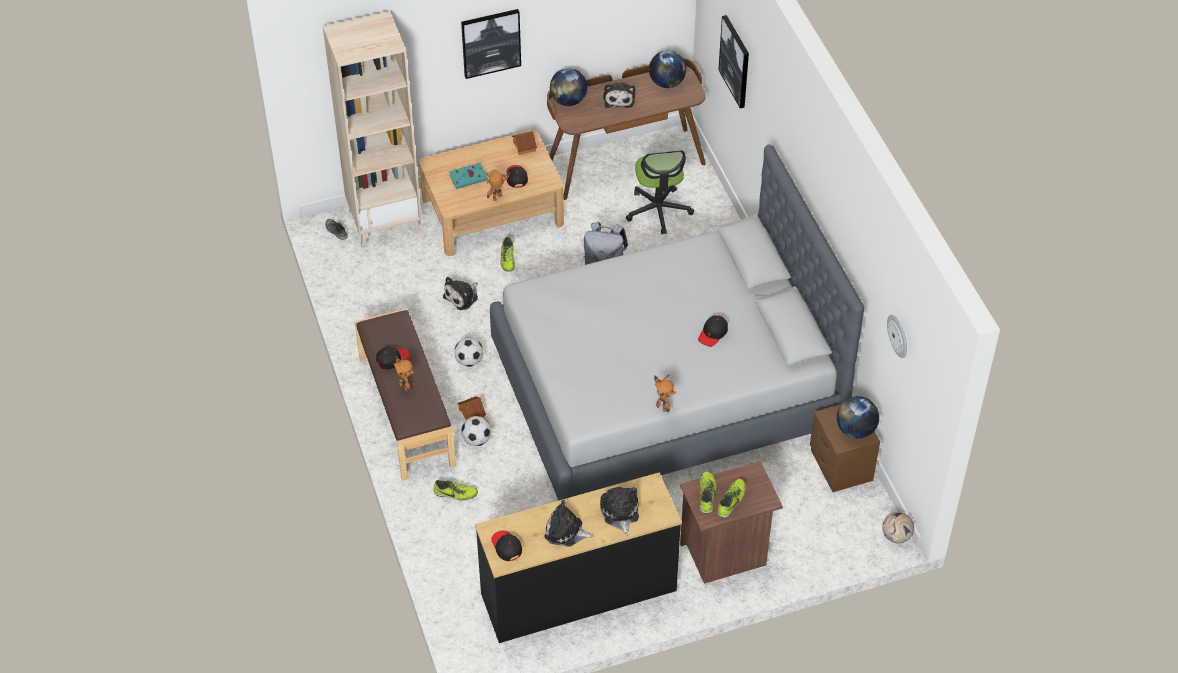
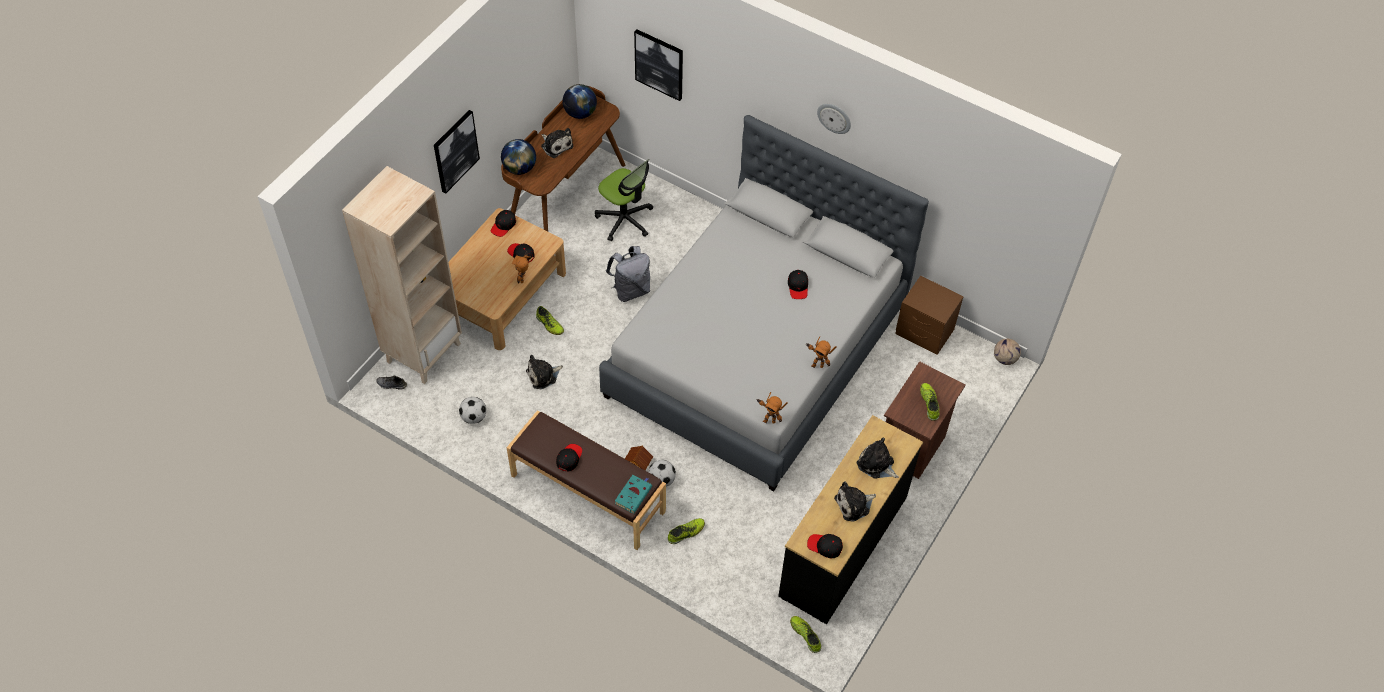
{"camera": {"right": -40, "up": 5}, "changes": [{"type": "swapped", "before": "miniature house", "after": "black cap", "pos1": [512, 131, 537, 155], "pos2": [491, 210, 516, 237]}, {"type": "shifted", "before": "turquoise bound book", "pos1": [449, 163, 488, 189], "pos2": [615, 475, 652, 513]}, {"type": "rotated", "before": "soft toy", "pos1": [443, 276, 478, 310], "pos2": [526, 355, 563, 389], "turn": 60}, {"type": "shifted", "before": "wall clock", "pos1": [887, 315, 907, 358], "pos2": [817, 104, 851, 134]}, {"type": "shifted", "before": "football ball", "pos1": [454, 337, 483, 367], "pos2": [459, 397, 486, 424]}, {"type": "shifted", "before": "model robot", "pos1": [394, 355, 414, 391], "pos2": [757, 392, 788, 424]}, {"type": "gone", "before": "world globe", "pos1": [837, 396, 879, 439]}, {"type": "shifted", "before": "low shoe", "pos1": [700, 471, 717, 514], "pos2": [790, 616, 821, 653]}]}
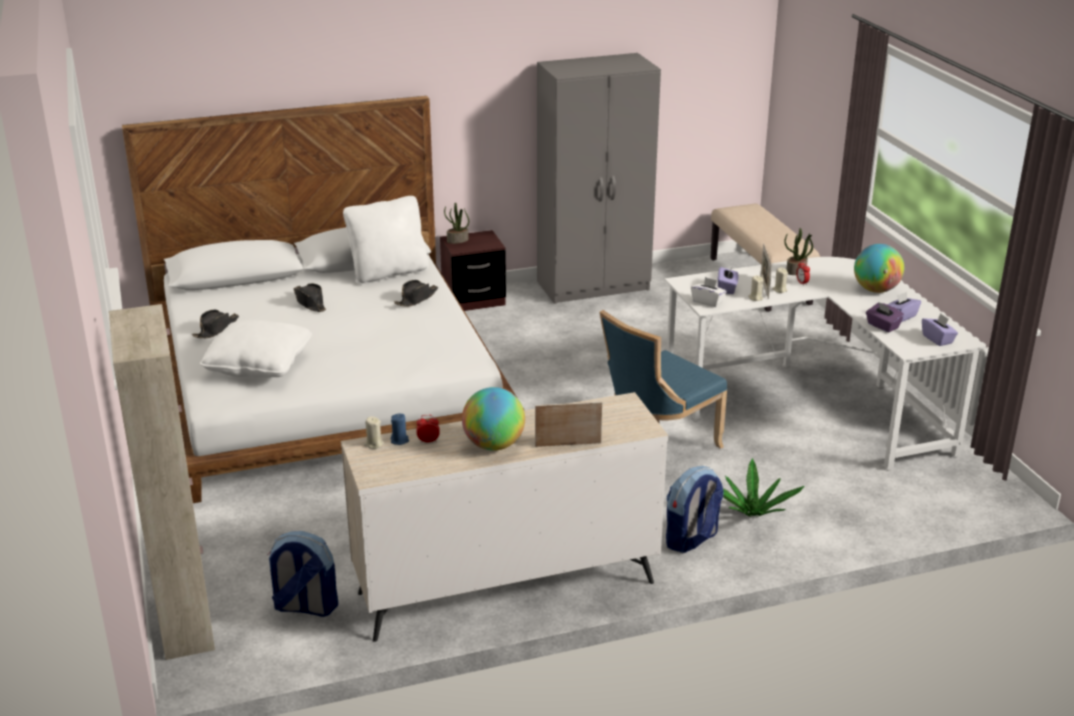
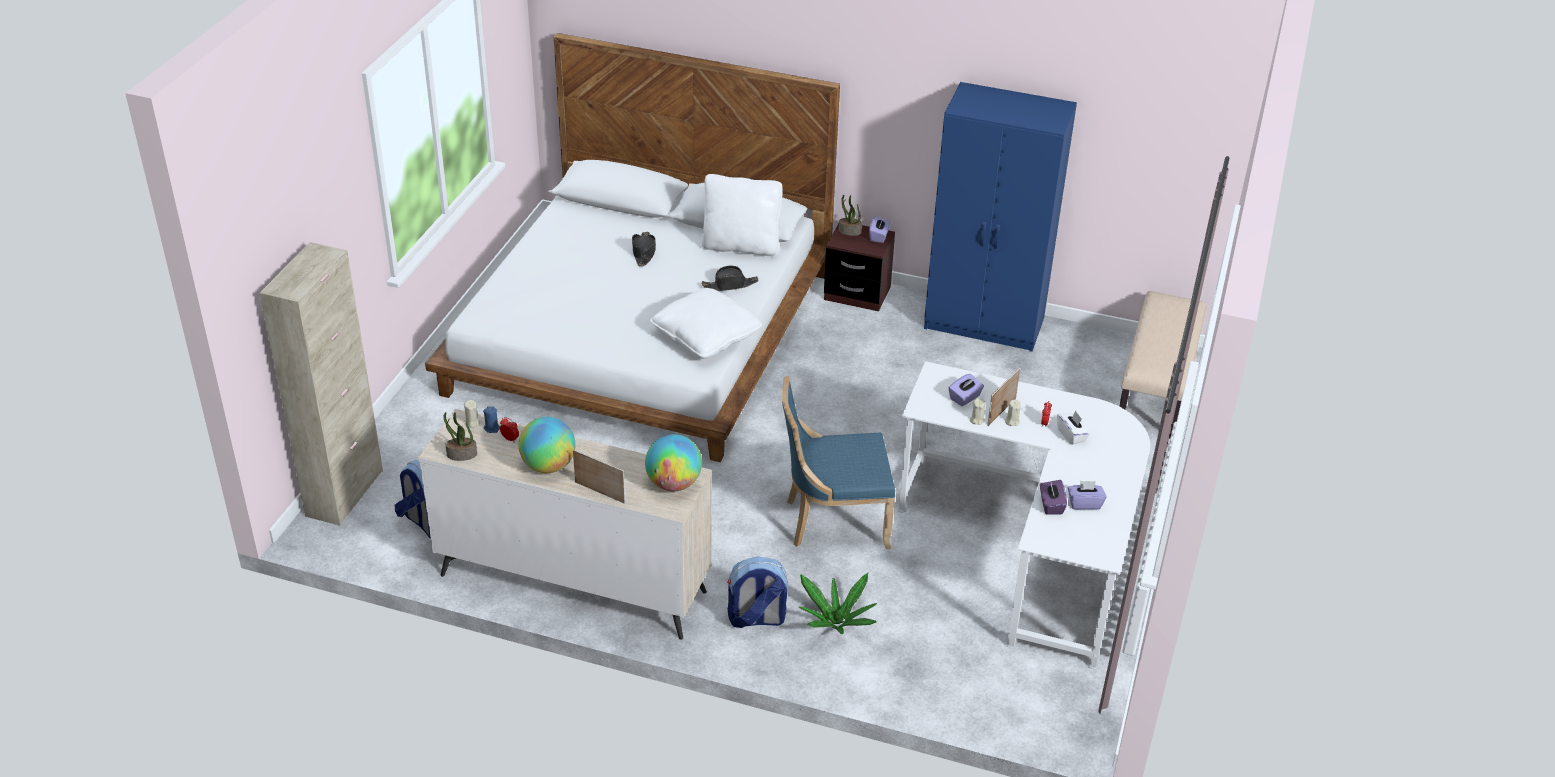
{"camera": {"right": 35, "up": 10}, "changes": [{"type": "repainted", "before": "greyish clothes cupboard", "after": "bluish clothes cupboard", "pos1": [537, 53, 661, 304], "pos2": [924, 82, 1077, 352]}, {"type": "shifted", "before": "potted plant", "pos1": [784, 228, 813, 275], "pos2": [444, 412, 477, 461]}, {"type": "shifted", "before": "world globe", "pos1": [854, 244, 904, 293], "pos2": [645, 434, 702, 491]}, {"type": "shifted", "before": "white tissue box", "pos1": [691, 277, 727, 307], "pos2": [1057, 410, 1091, 445]}, {"type": "gone", "before": "black wearable hat", "pos1": [192, 309, 239, 338]}, {"type": "shifted", "before": "purple-coloured tissue box", "pos1": [922, 313, 958, 346], "pos2": [869, 216, 890, 243]}, {"type": "shifted", "before": "white cushion", "pos1": [200, 320, 312, 378], "pos2": [650, 288, 762, 359]}]}
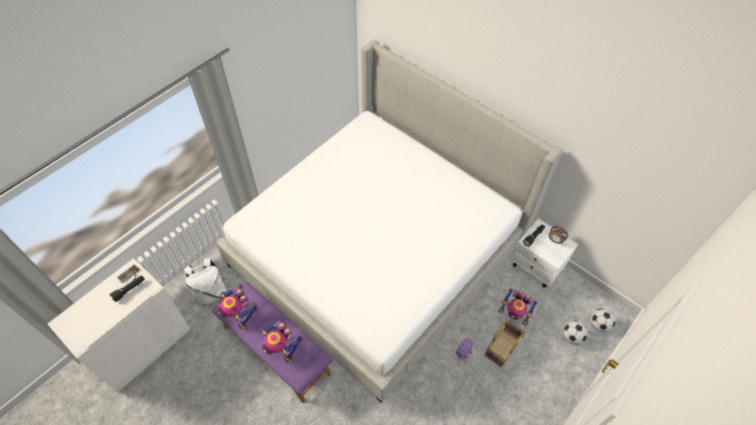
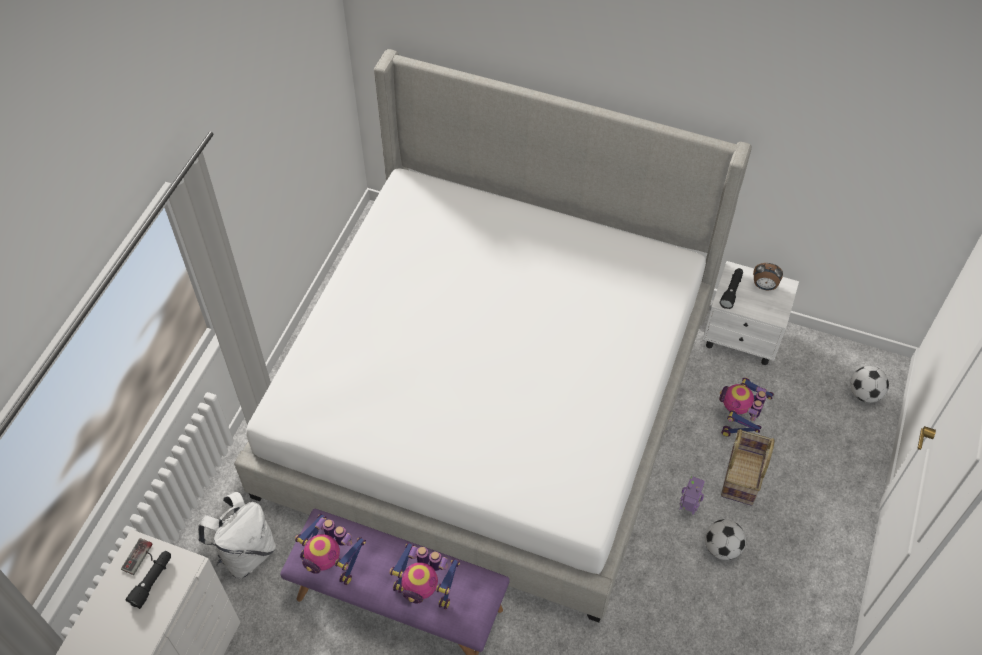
{"camera": {"right": -20, "up": 0}, "changes": [{"type": "rotated", "before": "model robot", "pos1": [498, 288, 537, 326], "pos2": [719, 377, 774, 437], "turn": 105}, {"type": "shifted", "before": "football ball", "pos1": [563, 321, 588, 345], "pos2": [705, 519, 746, 560]}]}
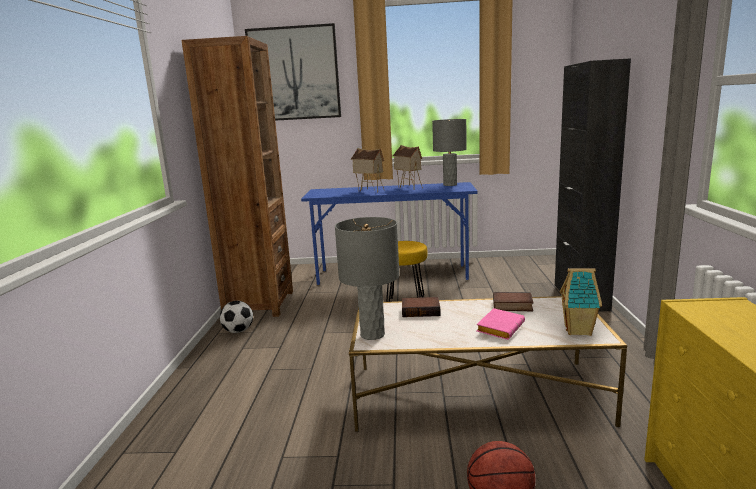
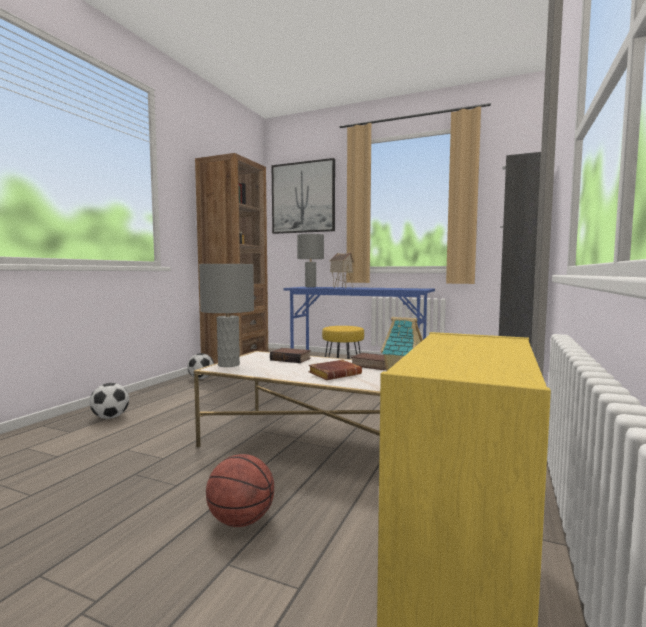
{"camera": {"right": 20, "up": -10}, "changes": [{"type": "shifted", "before": "greyish table lamp", "pos1": [432, 119, 467, 186], "pos2": [297, 234, 324, 287]}, {"type": "gone", "before": "miniature house", "pos1": [393, 145, 423, 188]}, {"type": "repainted", "before": "pink bound book", "after": "brown bound book", "pos1": [476, 308, 525, 340], "pos2": [309, 360, 362, 380]}, {"type": "new", "after": "football ball", "pos2": [90, 383, 129, 419]}]}
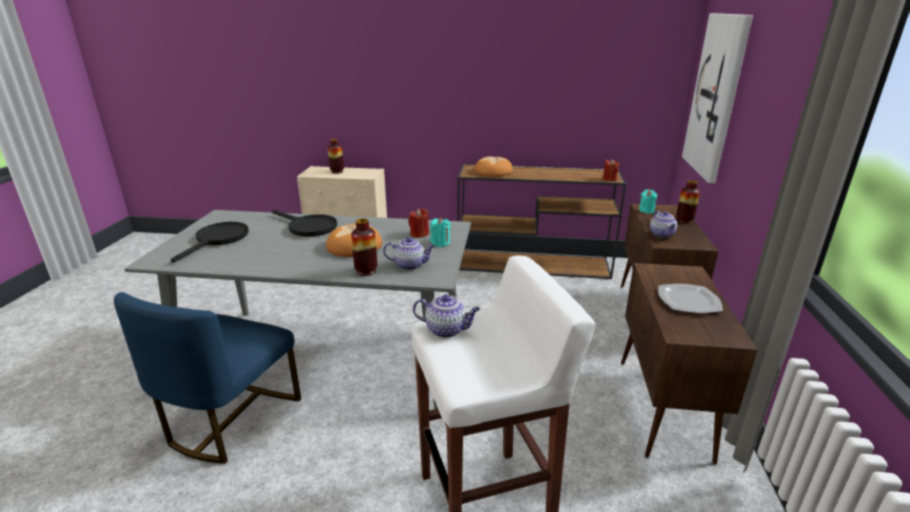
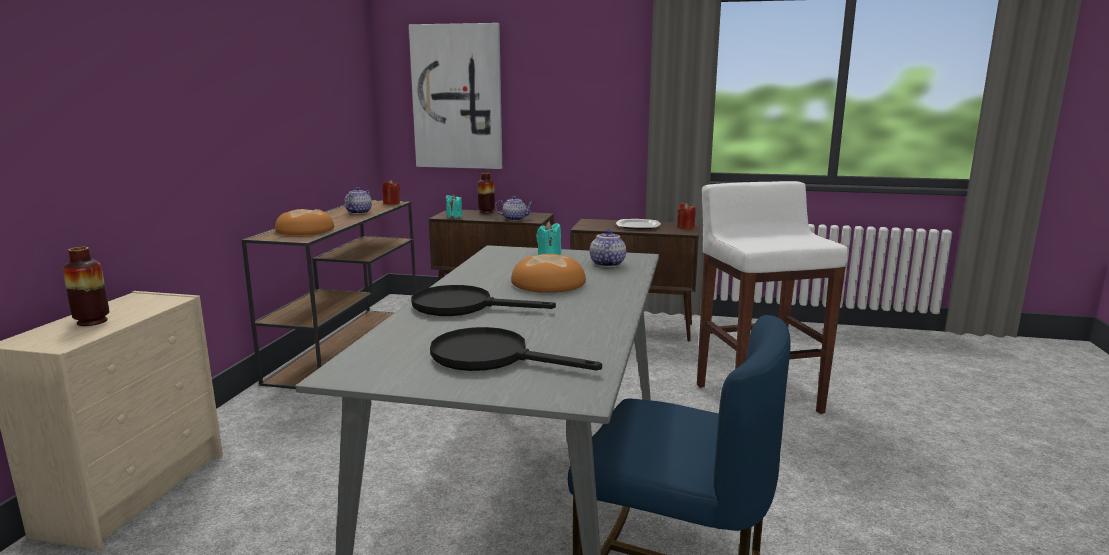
{"camera": {"right": -85, "up": -10}, "changes": [{"type": "shifted", "before": "red-coloured wax light", "pos1": [408, 209, 429, 238], "pos2": [677, 203, 696, 229]}, {"type": "rotated", "before": "black frying pan", "pos1": [272, 210, 337, 237], "pos2": [411, 285, 556, 316], "turn": -120}, {"type": "gone", "before": "decorative vase", "pos1": [351, 218, 378, 276]}, {"type": "shifted", "before": "teapot", "pos1": [413, 295, 480, 338], "pos2": [344, 187, 372, 214]}]}
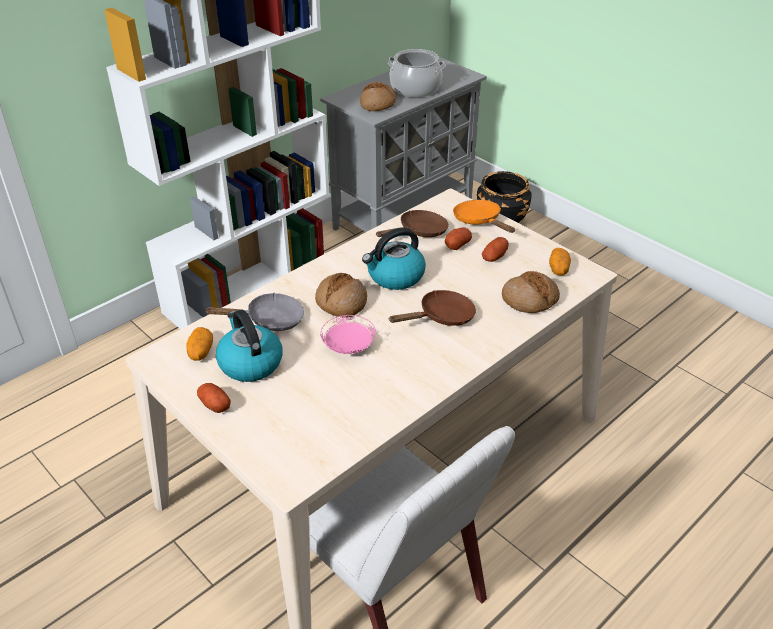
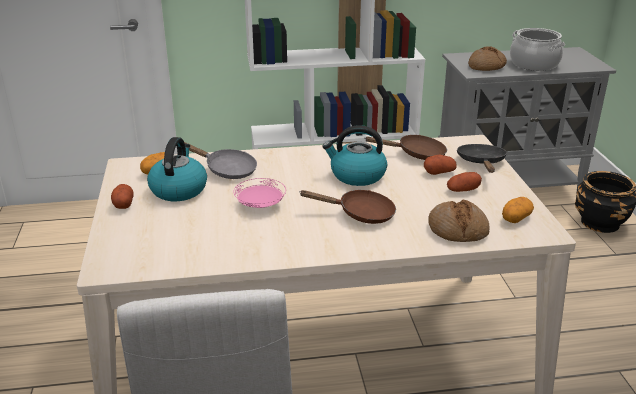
{"camera": {"right": 35, "up": -10}, "changes": [{"type": "repainted", "before": "orangey frying pan", "after": "black frying pan", "pos1": [453, 200, 515, 233], "pos2": [457, 144, 508, 173]}, {"type": "gone", "before": "baked bread", "pos1": [315, 273, 367, 318]}]}
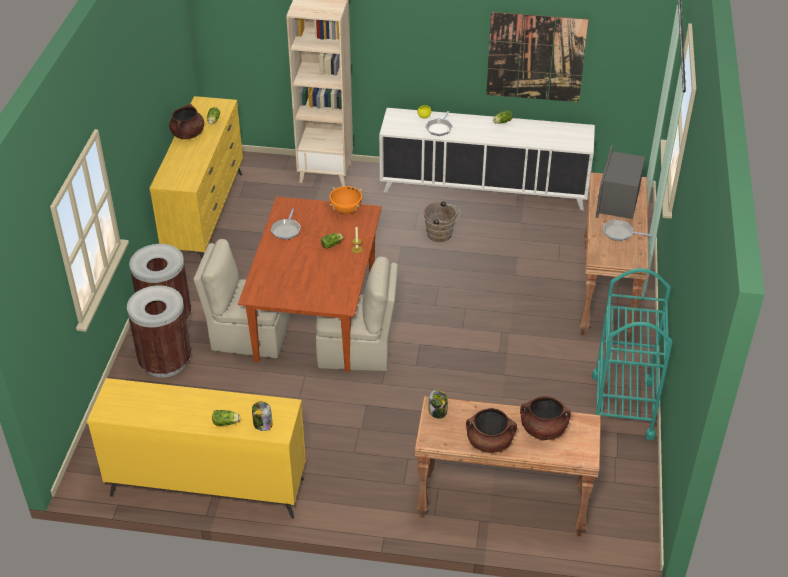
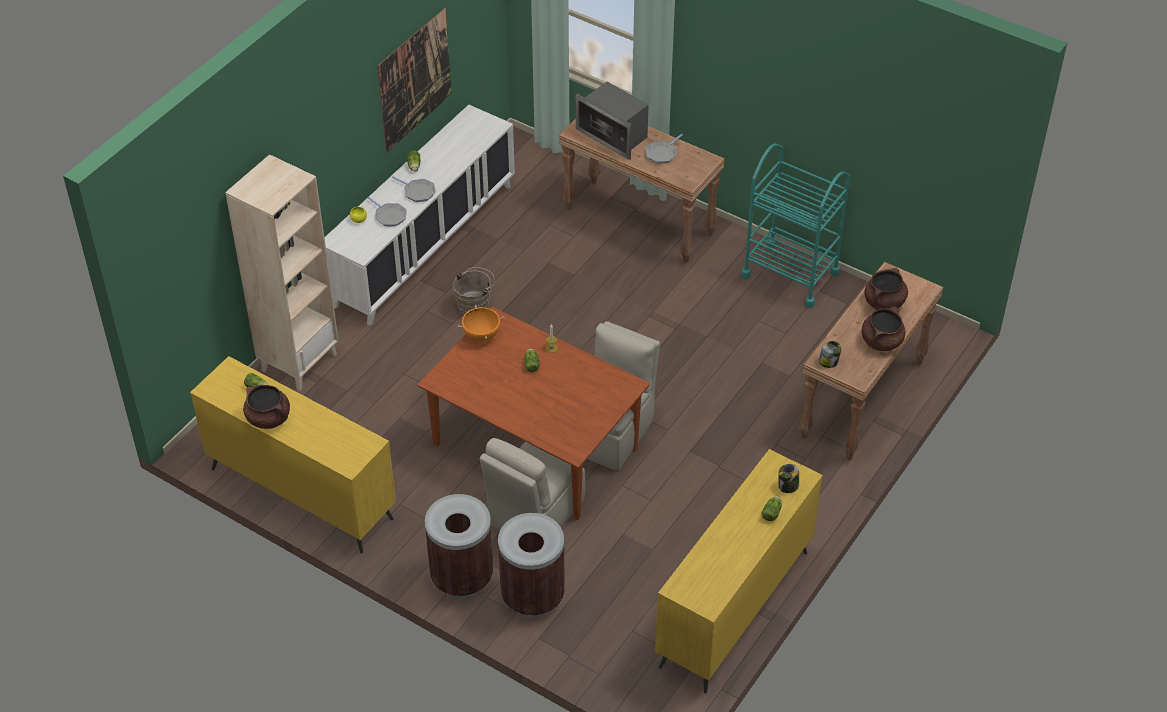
{"camera": {"right": -65, "up": 5}, "changes": [{"type": "shifted", "before": "frying pan", "pos1": [271, 208, 301, 240], "pos2": [392, 176, 436, 202]}]}
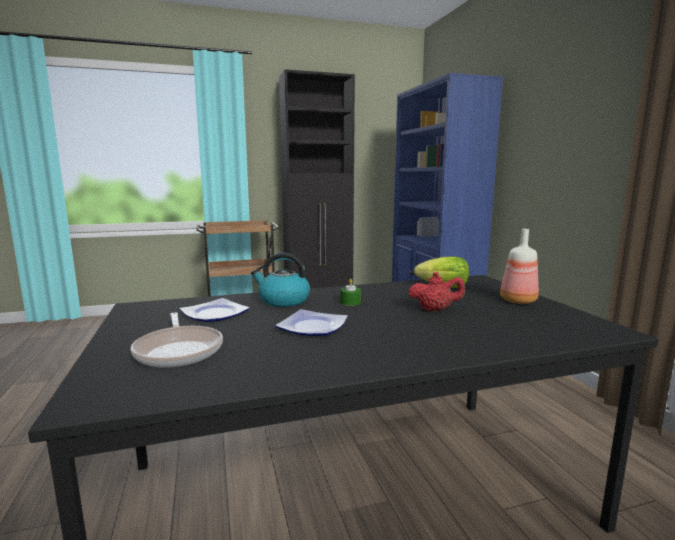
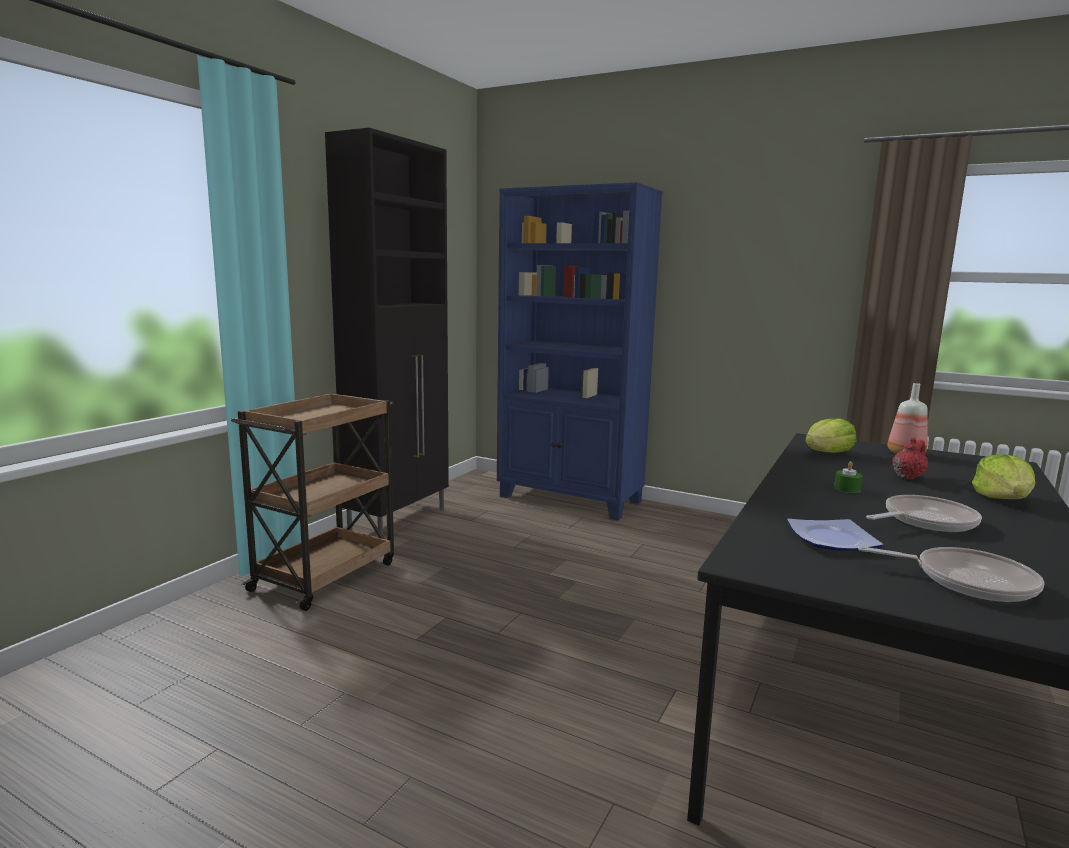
{"camera": {"right": -45, "up": 0}, "changes": [{"type": "gone", "before": "tea kettle", "pos1": [251, 253, 310, 307]}, {"type": "swapped", "before": "plate", "after": "frying pan", "pos1": [275, 309, 348, 336], "pos2": [866, 495, 982, 532]}, {"type": "new", "after": "lettuce", "pos2": [972, 454, 1035, 499]}]}
